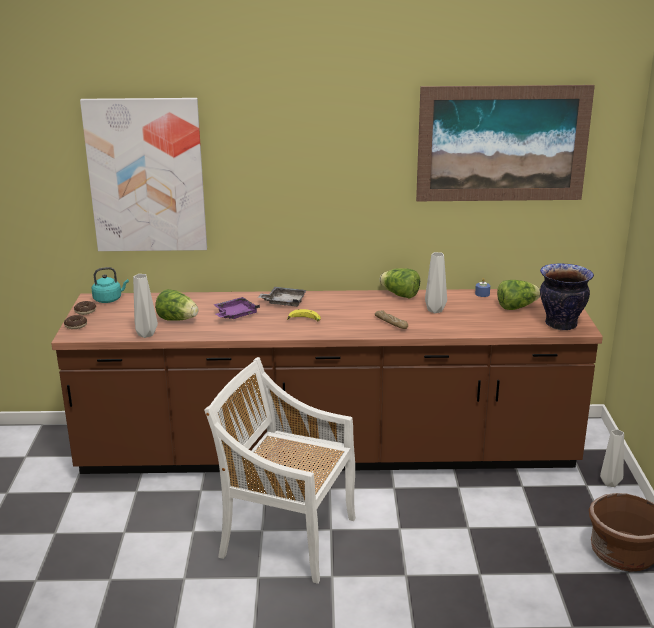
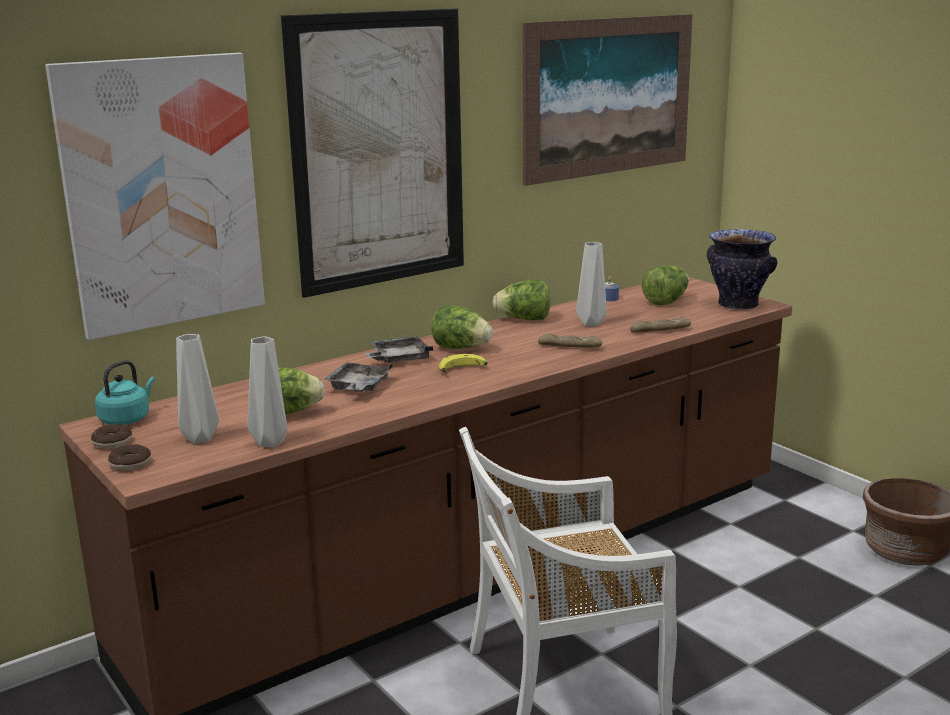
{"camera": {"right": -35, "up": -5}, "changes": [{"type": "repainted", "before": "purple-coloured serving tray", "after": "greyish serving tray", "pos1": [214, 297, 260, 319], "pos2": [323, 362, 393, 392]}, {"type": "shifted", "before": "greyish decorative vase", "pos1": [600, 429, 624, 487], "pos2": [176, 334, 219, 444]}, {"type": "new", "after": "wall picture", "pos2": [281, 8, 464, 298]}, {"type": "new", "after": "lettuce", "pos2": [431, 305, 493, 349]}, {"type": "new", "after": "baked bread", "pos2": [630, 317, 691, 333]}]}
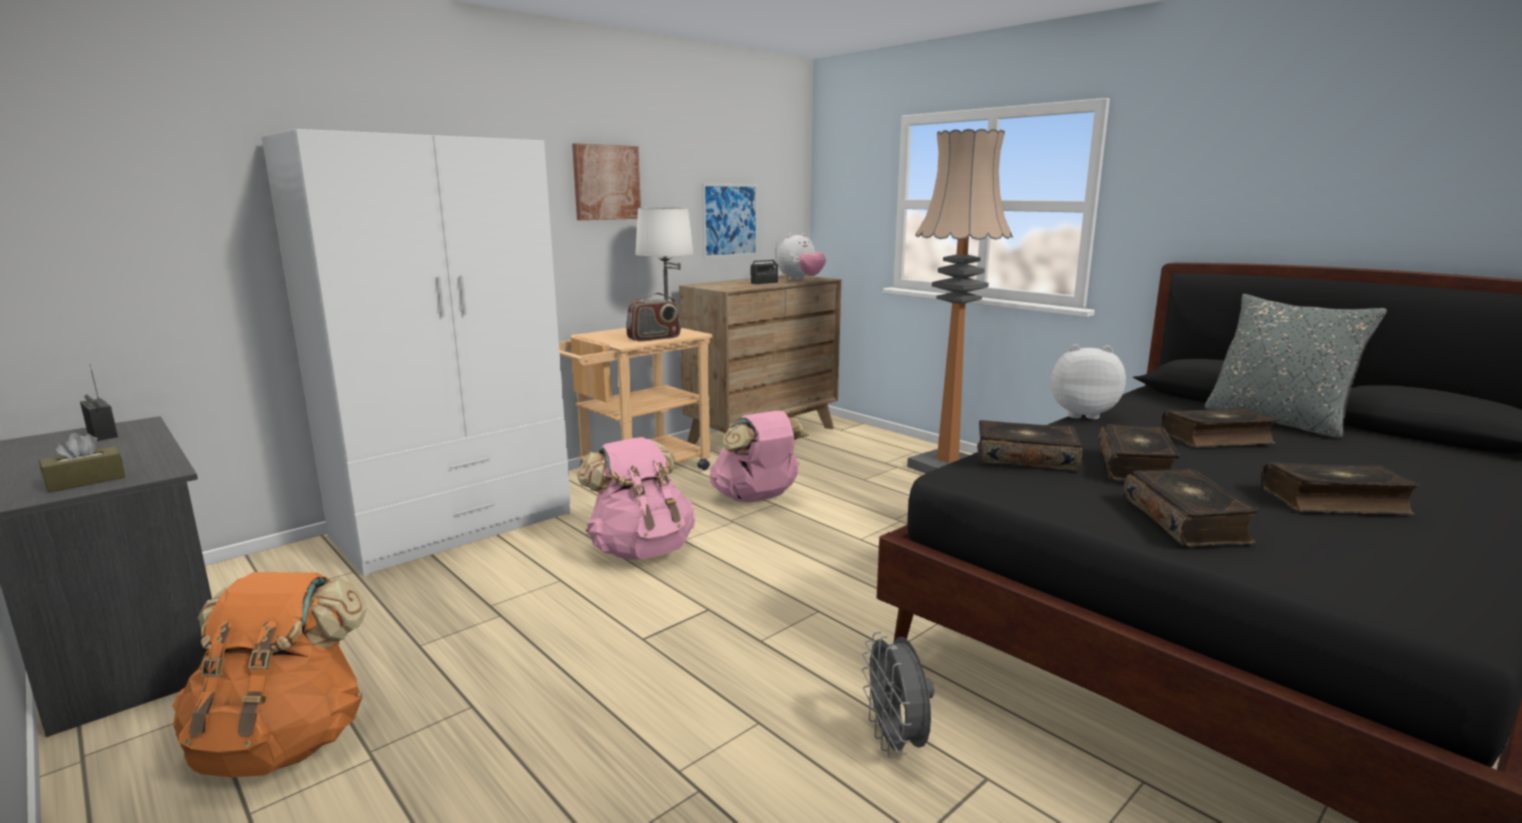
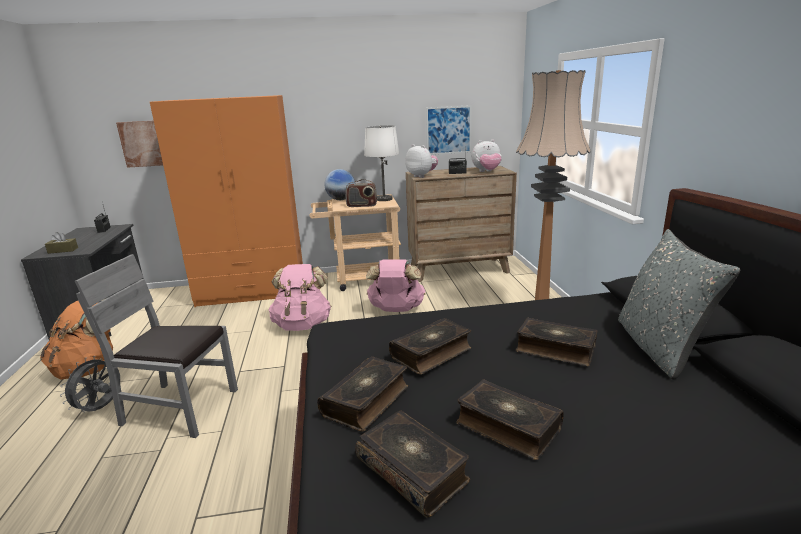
{"camera": {"right": 35, "up": 5}, "changes": [{"type": "repainted", "before": "white clothes cupboard", "after": "orangey clothes cupboard", "pos1": [262, 129, 571, 576], "pos2": [150, 95, 303, 307]}, {"type": "shifted", "before": "wall picture", "pos1": [572, 143, 641, 220], "pos2": [116, 121, 163, 168]}, {"type": "shifted", "before": "soft toy", "pos1": [1051, 344, 1126, 419], "pos2": [405, 144, 438, 178]}, {"type": "shifted", "before": "bound book", "pos1": [977, 420, 1083, 471], "pos2": [355, 411, 470, 518]}, {"type": "shifted", "before": "greyish cooling fan", "pos1": [862, 632, 934, 758], "pos2": [60, 356, 120, 412]}, {"type": "new", "after": "world globe", "pos2": [324, 169, 355, 200]}, {"type": "new", "after": "greyish plain chair", "pos2": [75, 254, 238, 438]}]}
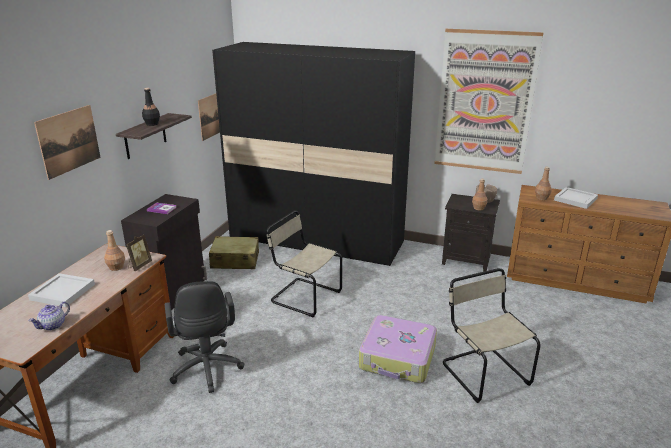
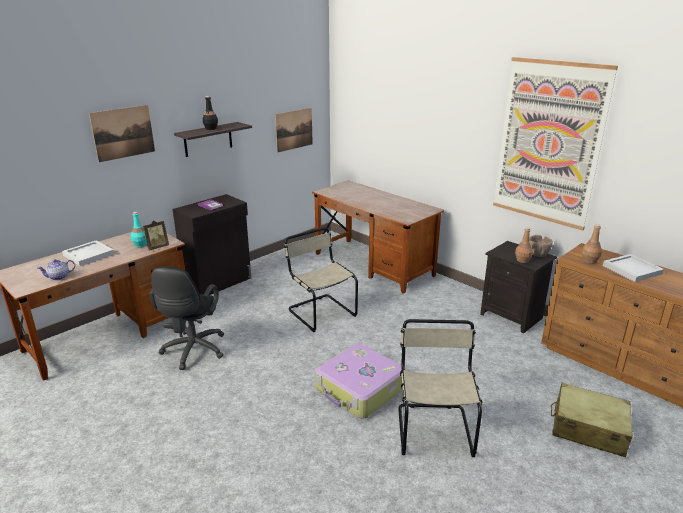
{"camera": {"right": 25, "up": 0}, "changes": [{"type": "swapped", "before": "black clothes cupboard", "after": "desk table", "pos1": [212, 42, 415, 266], "pos2": [312, 181, 444, 294]}, {"type": "repainted", "before": "brown drink bottle", "after": "turquoise drink bottle", "pos1": [104, 230, 125, 271], "pos2": [131, 212, 147, 247]}, {"type": "shifted", "before": "beige-coloured suitcase", "pos1": [209, 236, 259, 269], "pos2": [551, 383, 633, 457]}]}
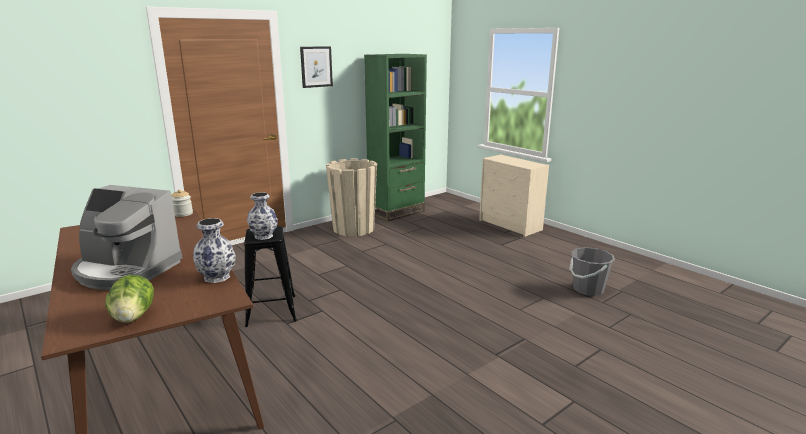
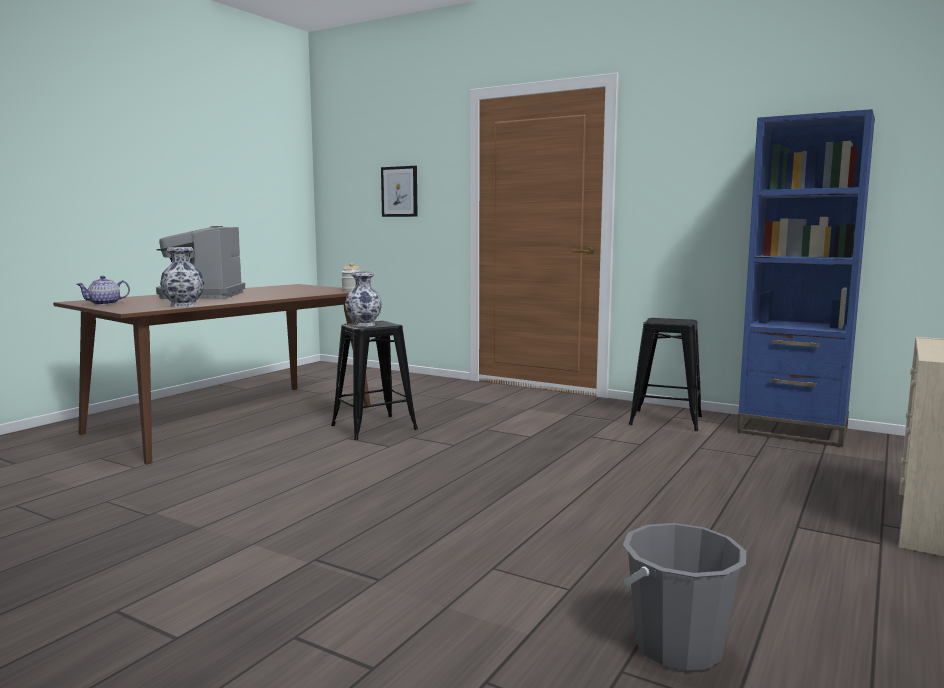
{"camera": {"right": 70, "up": -10}, "changes": [{"type": "shifted", "before": "wall picture", "pos1": [300, 46, 333, 88], "pos2": [381, 166, 418, 217]}, {"type": "repainted", "before": "greenish shelving unit", "after": "bluish shelving unit", "pos1": [364, 54, 427, 221], "pos2": [737, 109, 875, 447]}, {"type": "swapped", "before": "beige-coloured flower pot", "after": "black sitting stool", "pos1": [326, 159, 377, 237], "pos2": [629, 318, 702, 431]}, {"type": "swapped", "before": "lettuce", "after": "teapot", "pos1": [105, 275, 154, 323], "pos2": [76, 276, 130, 305]}]}
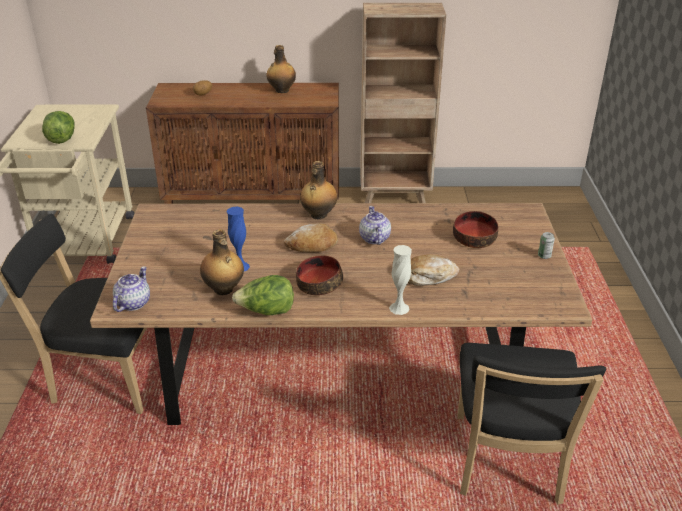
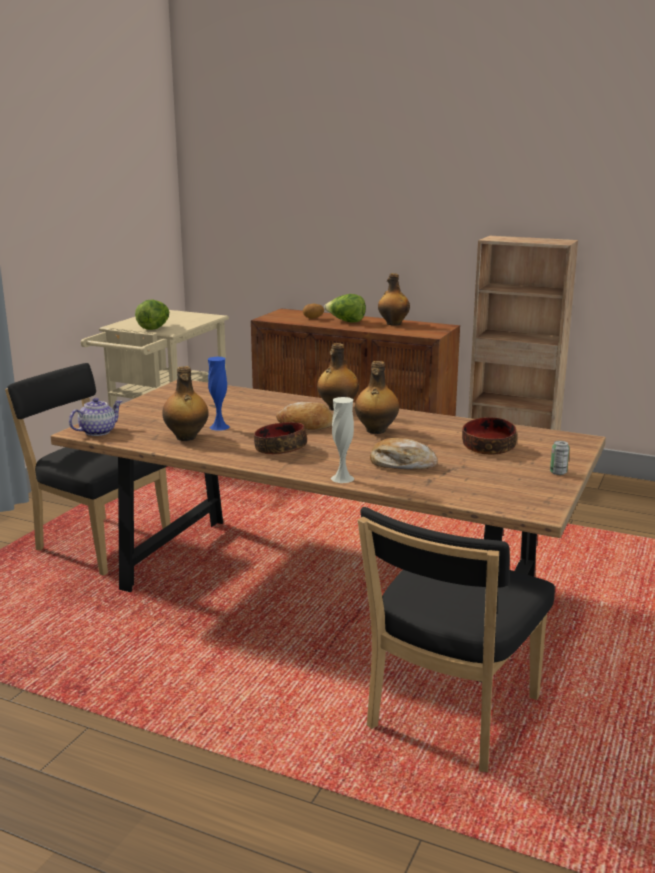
{"camera": {"right": 25, "up": -15}, "changes": [{"type": "swapped", "before": "teapot", "after": "drink bottle", "pos1": [359, 206, 391, 245], "pos2": [355, 361, 399, 434]}, {"type": "shifted", "before": "lettuce", "pos1": [232, 275, 294, 315], "pos2": [324, 294, 366, 322]}]}
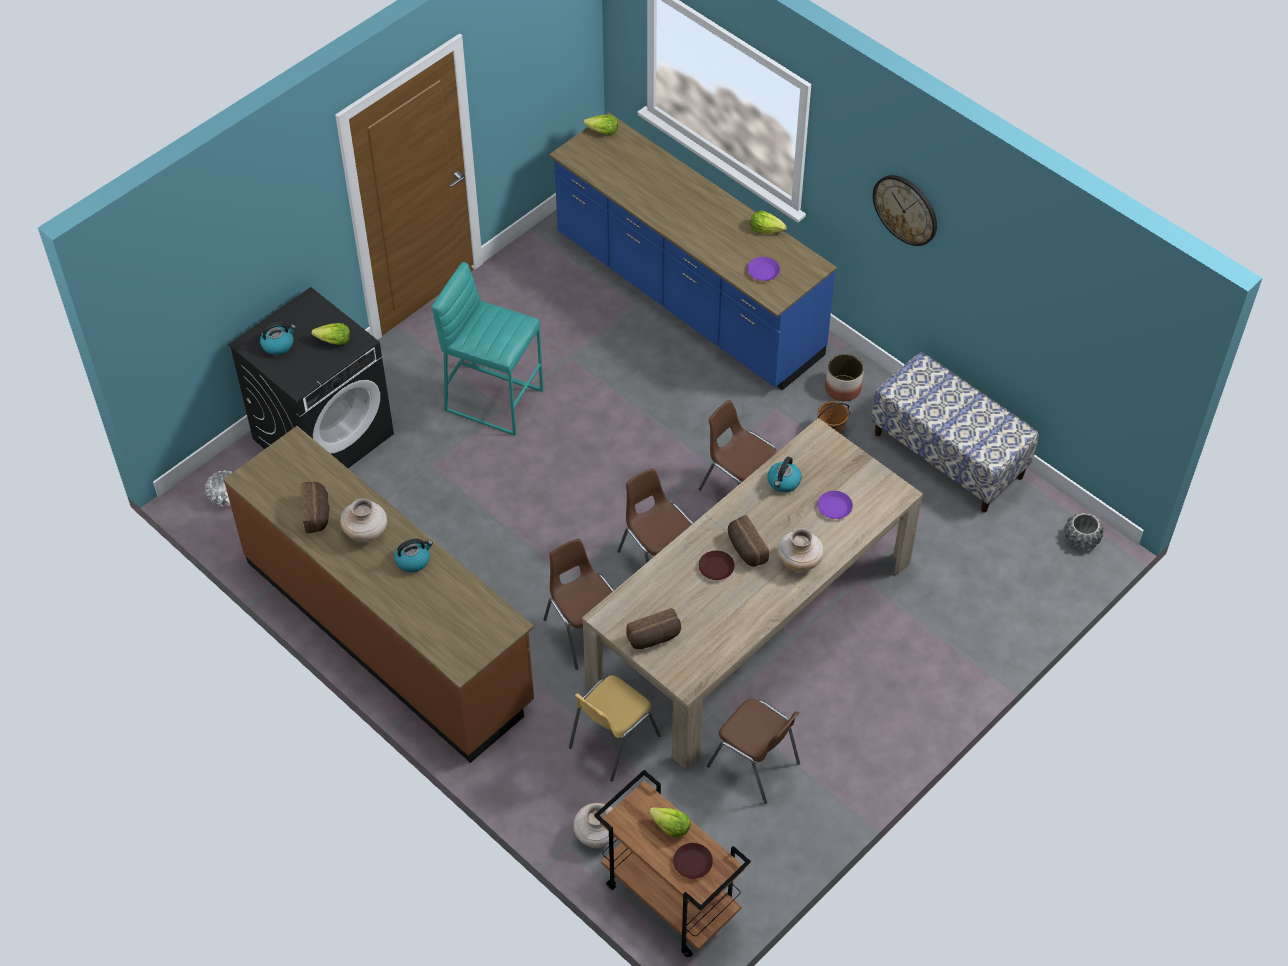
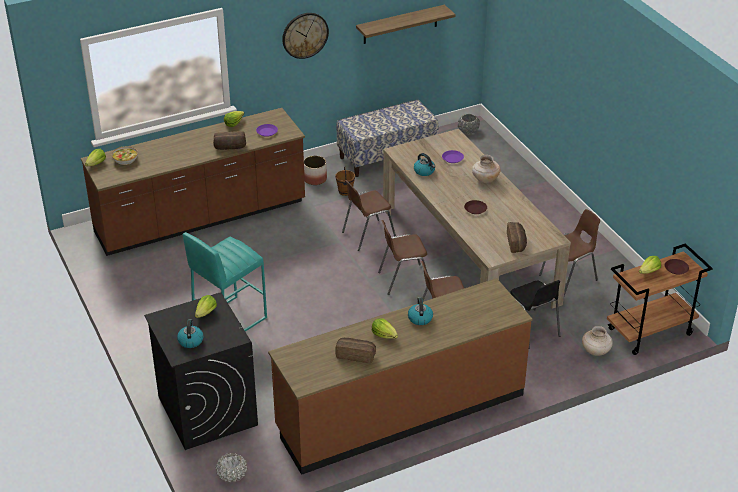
{"camera": {"right": -70, "up": -15}, "changes": [{"type": "repainted", "before": "bluish counter", "after": "brown counter", "pos1": [549, 112, 837, 390], "pos2": [81, 108, 305, 256]}, {"type": "swapped", "before": "beige-coloured decorative vase", "after": "lettuce", "pos1": [340, 499, 387, 542], "pos2": [372, 319, 398, 339]}, {"type": "shifted", "before": "baked bread", "pos1": [728, 515, 769, 567], "pos2": [213, 131, 246, 150]}, {"type": "repainted", "before": "yellowish plain chair", "after": "black plain chair", "pos1": [569, 675, 661, 781], "pos2": [510, 280, 560, 349]}, {"type": "new", "after": "bracket shelf", "pos2": [356, 5, 456, 44]}, {"type": "new", "after": "serving bowl", "pos2": [112, 146, 138, 165]}]}
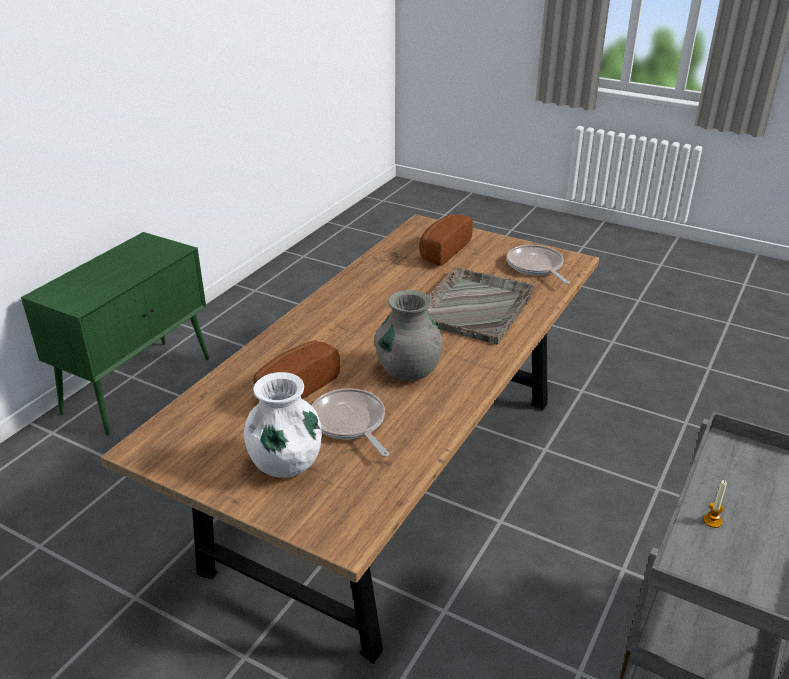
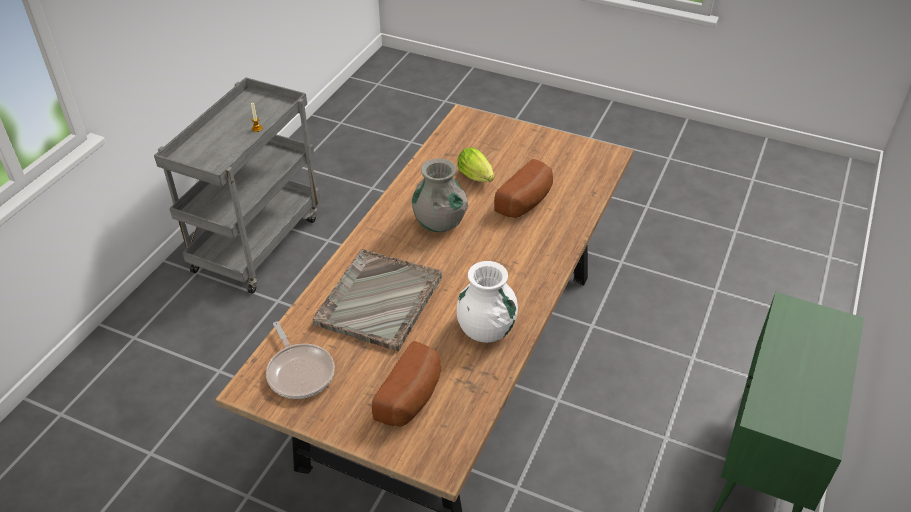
{"camera": {"right": 175, "up": 10}, "changes": [{"type": "shifted", "before": "white decorative vase", "pos1": [244, 372, 322, 478], "pos2": [457, 261, 518, 343]}, {"type": "swapped", "before": "frying pan", "after": "lettuce", "pos1": [311, 388, 389, 457], "pos2": [457, 148, 494, 182]}]}
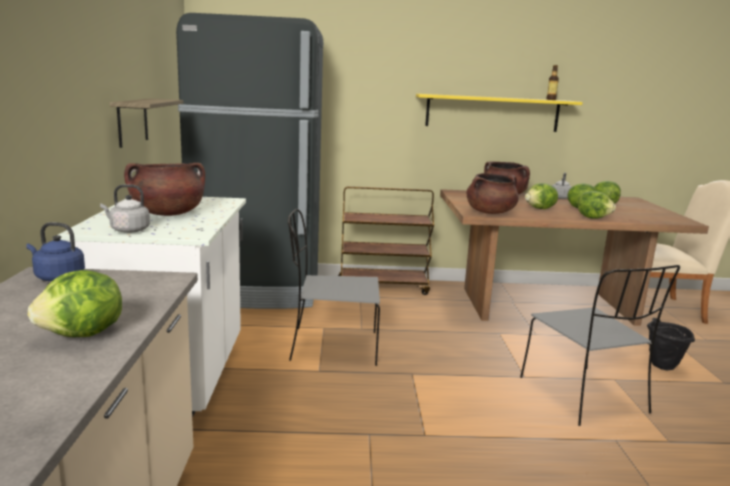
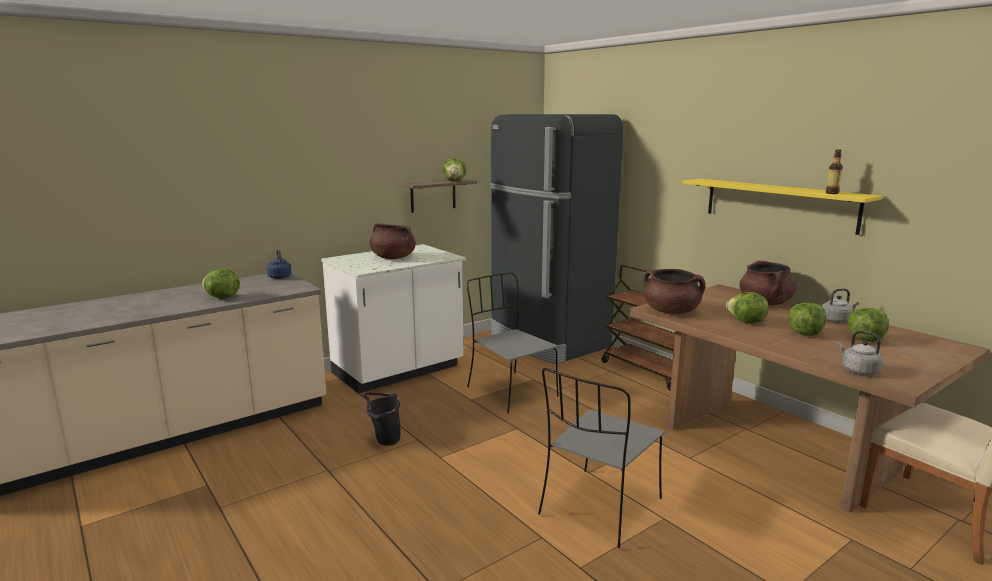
{"camera": {"right": 55, "up": 0}, "changes": [{"type": "shifted", "before": "greyish tea kettle", "pos1": [100, 184, 150, 233], "pos2": [837, 330, 883, 375]}, {"type": "shifted", "before": "lettuce", "pos1": [578, 191, 616, 219], "pos2": [443, 159, 467, 181]}, {"type": "shifted", "before": "black water bucket", "pos1": [647, 318, 695, 370], "pos2": [364, 393, 401, 446]}]}
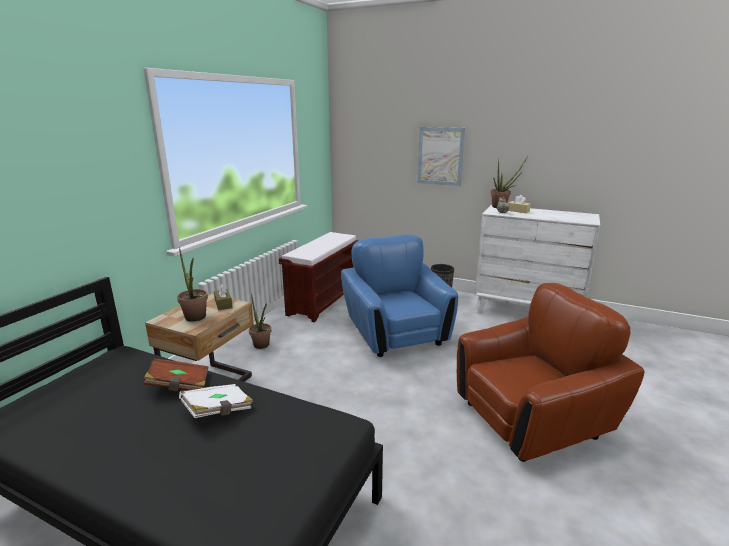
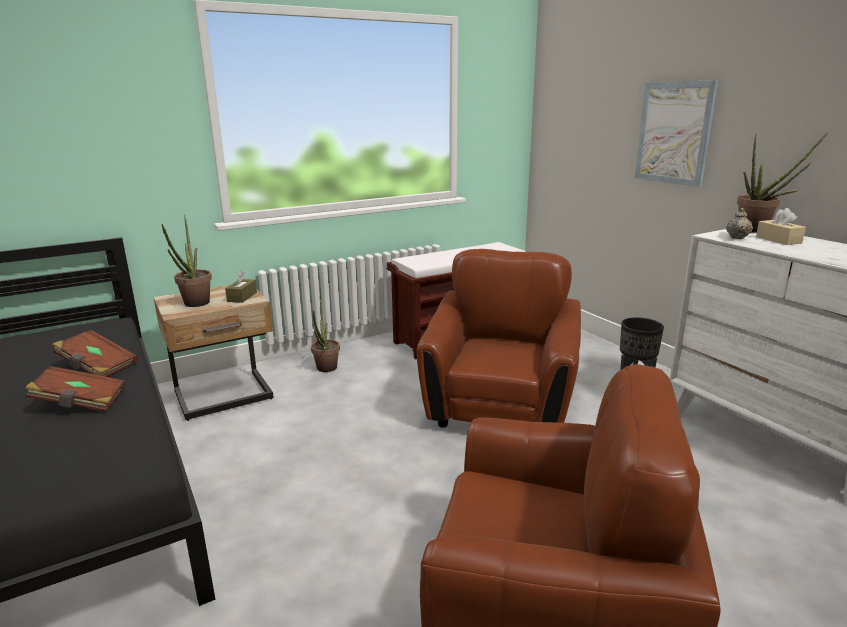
{"camera": {"right": 35, "up": 0}, "changes": [{"type": "repainted", "before": "bluish easy chair", "after": "brown easy chair", "pos1": [341, 235, 458, 357], "pos2": [416, 249, 581, 428]}, {"type": "repainted", "before": "white bound book", "after": "brown bound book", "pos1": [179, 384, 253, 418], "pos2": [25, 366, 125, 412]}]}
